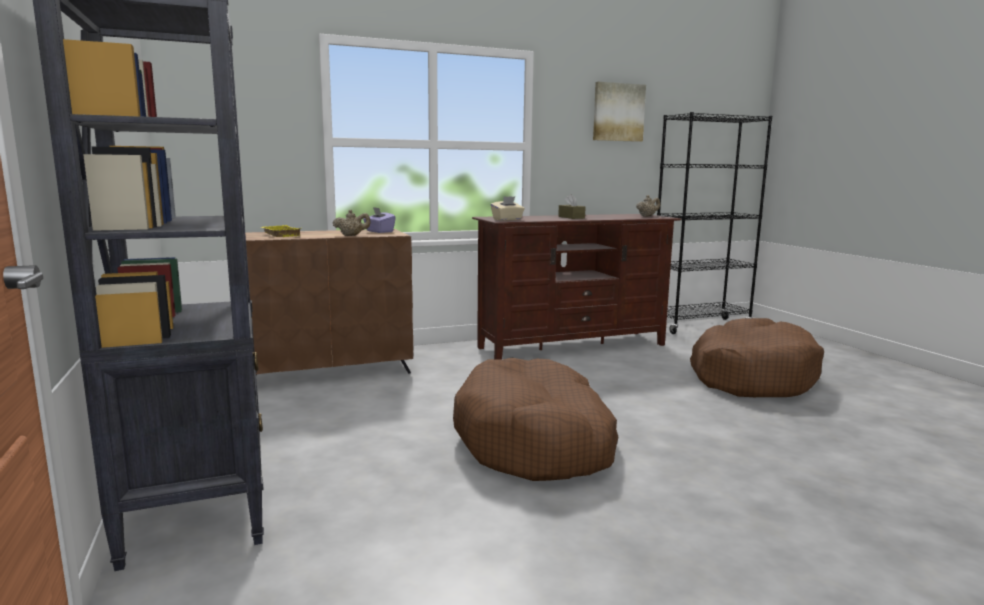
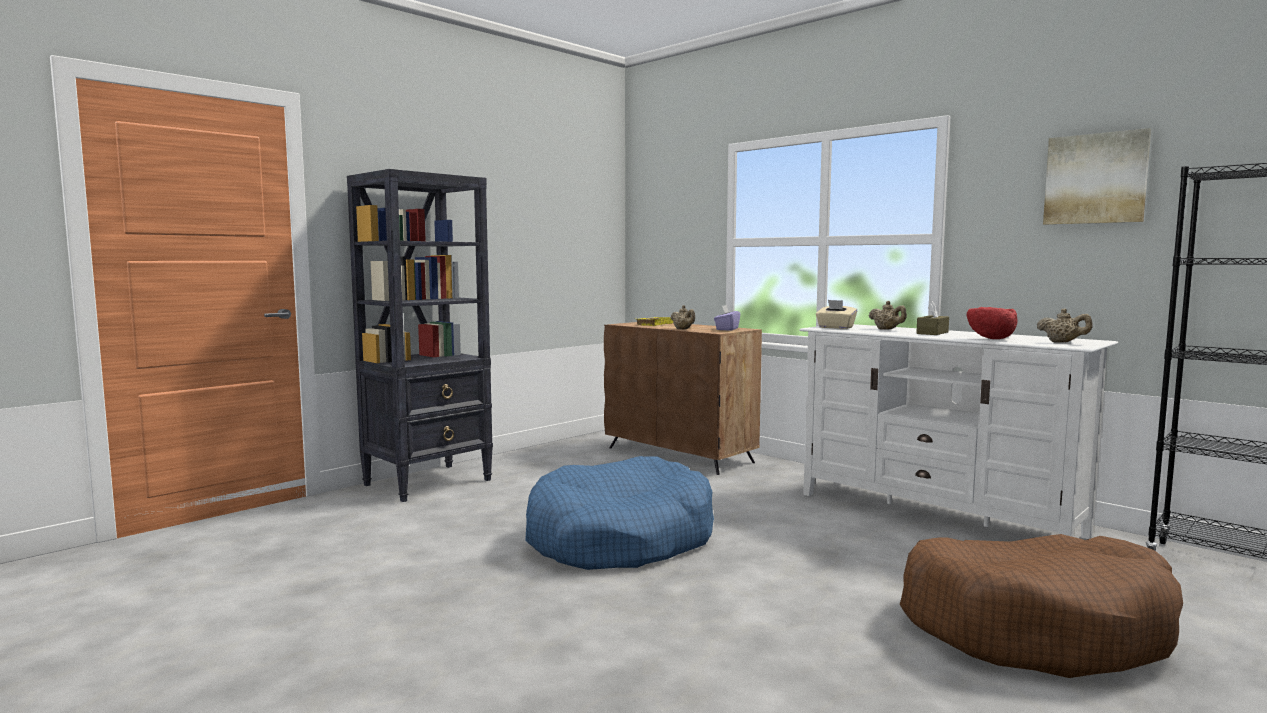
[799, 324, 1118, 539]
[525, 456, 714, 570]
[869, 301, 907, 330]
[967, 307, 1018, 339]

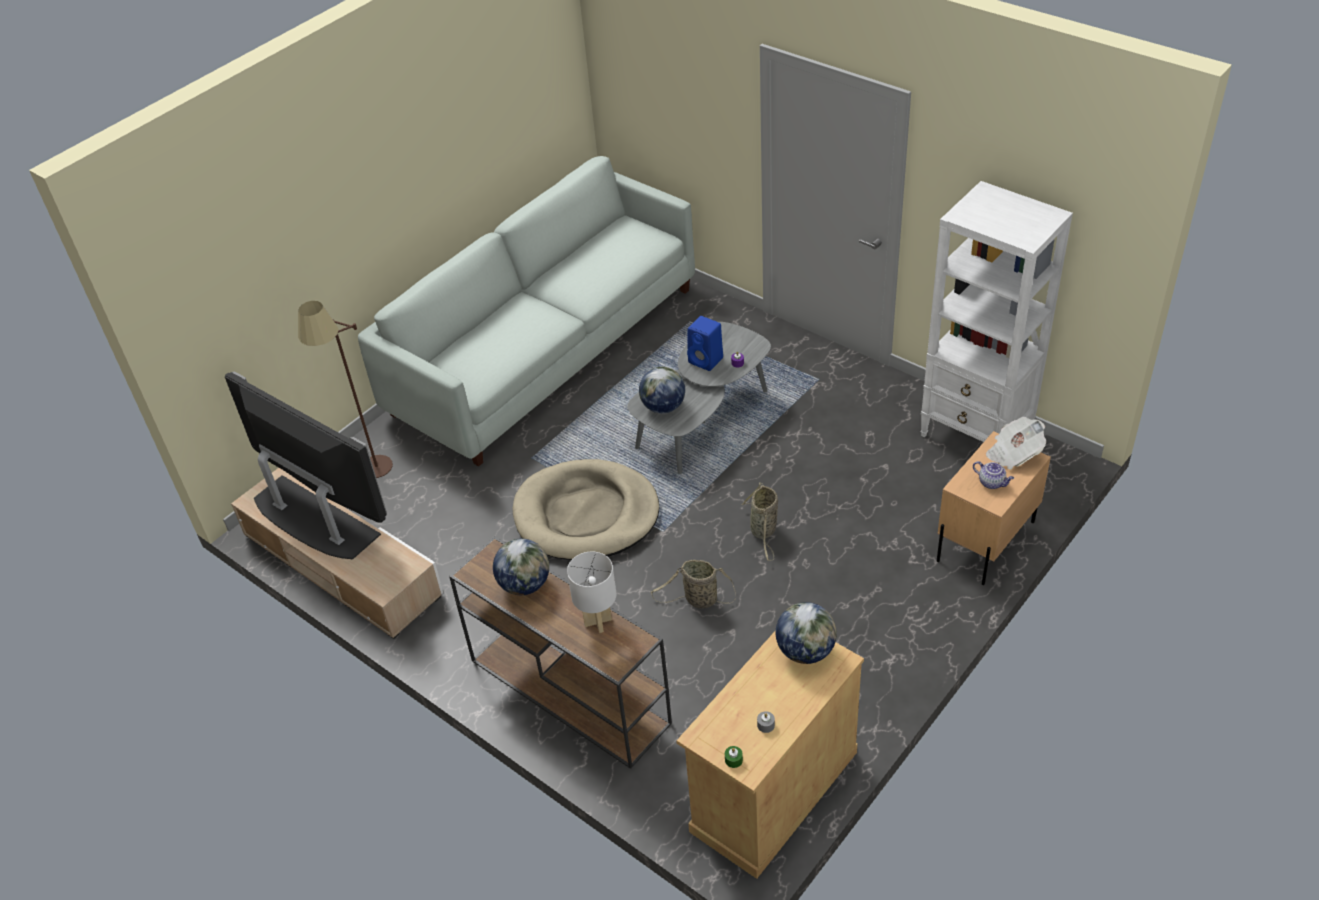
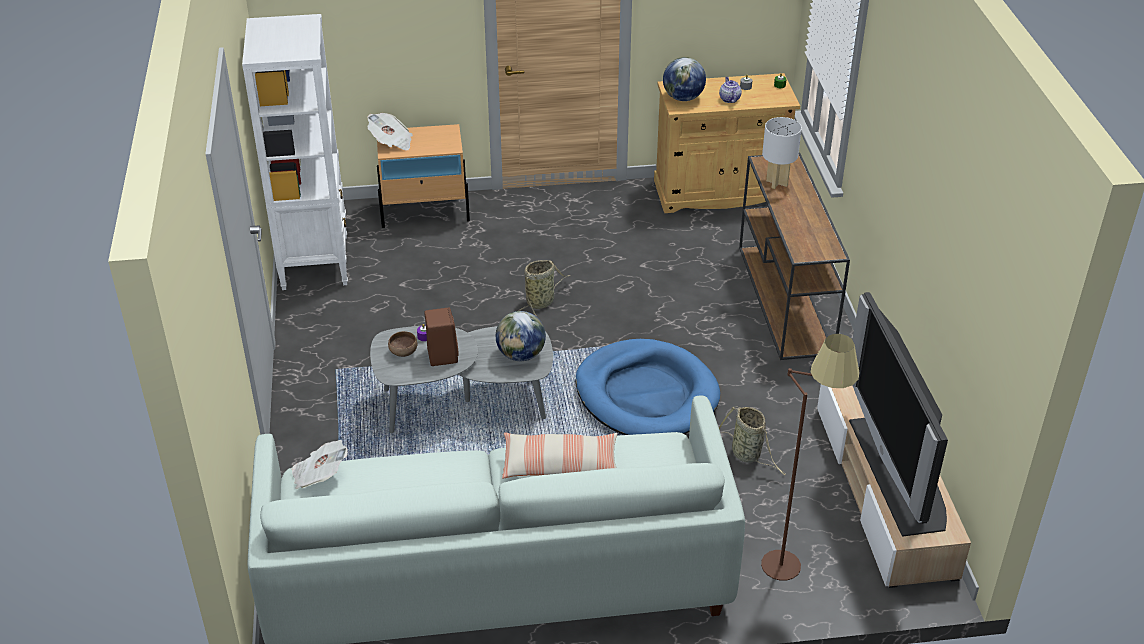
[424, 308, 459, 366]
[575, 339, 720, 435]
[719, 77, 742, 103]
[493, 539, 549, 595] (first image)
[719, 406, 786, 475]
[388, 331, 417, 357]
[502, 432, 618, 479]
[292, 440, 348, 489]

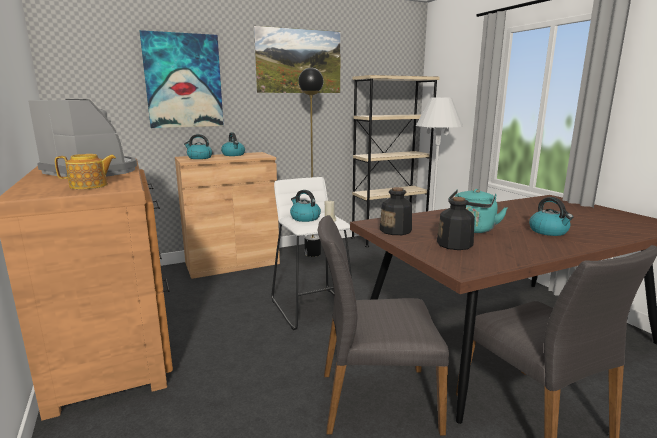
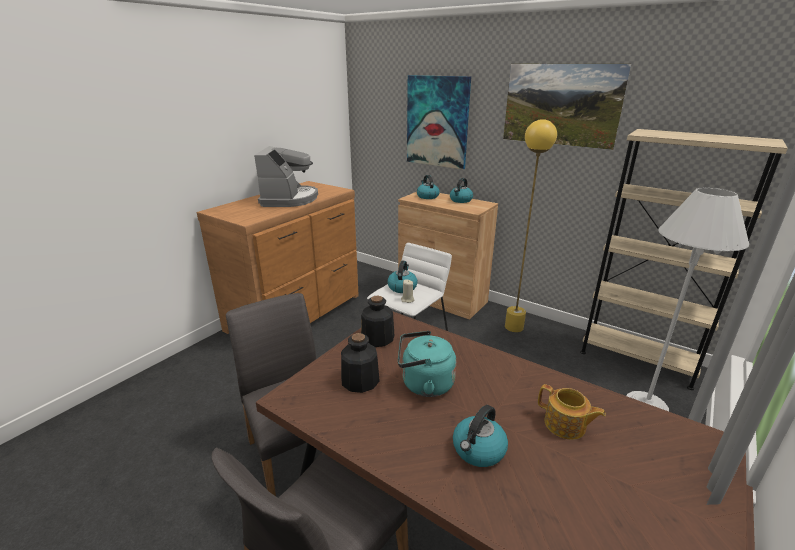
[505, 119, 557, 332]
[538, 384, 606, 440]

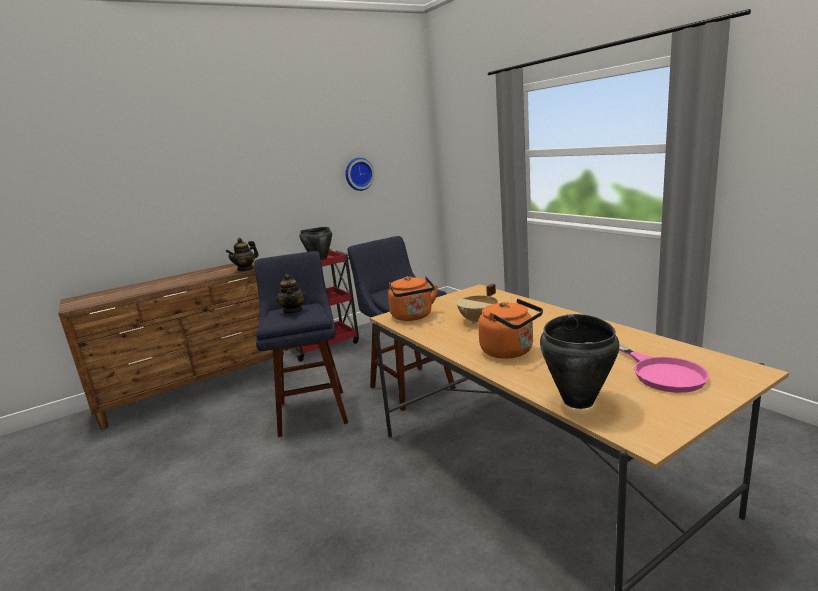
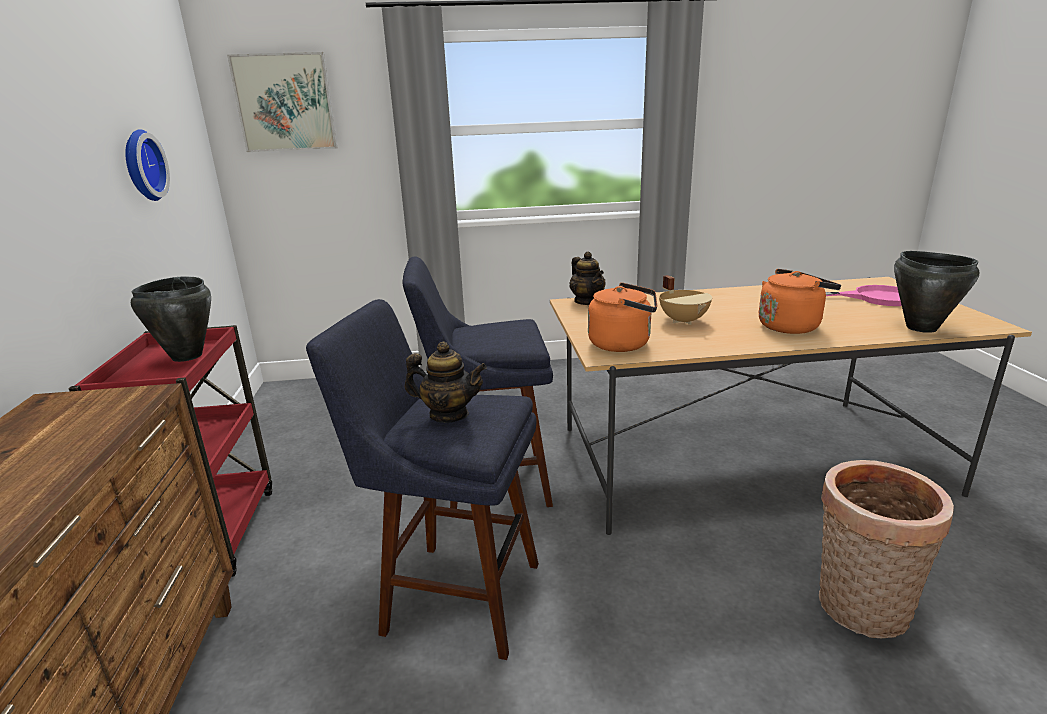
[570, 251, 605, 305]
[227, 52, 337, 152]
[819, 460, 954, 638]

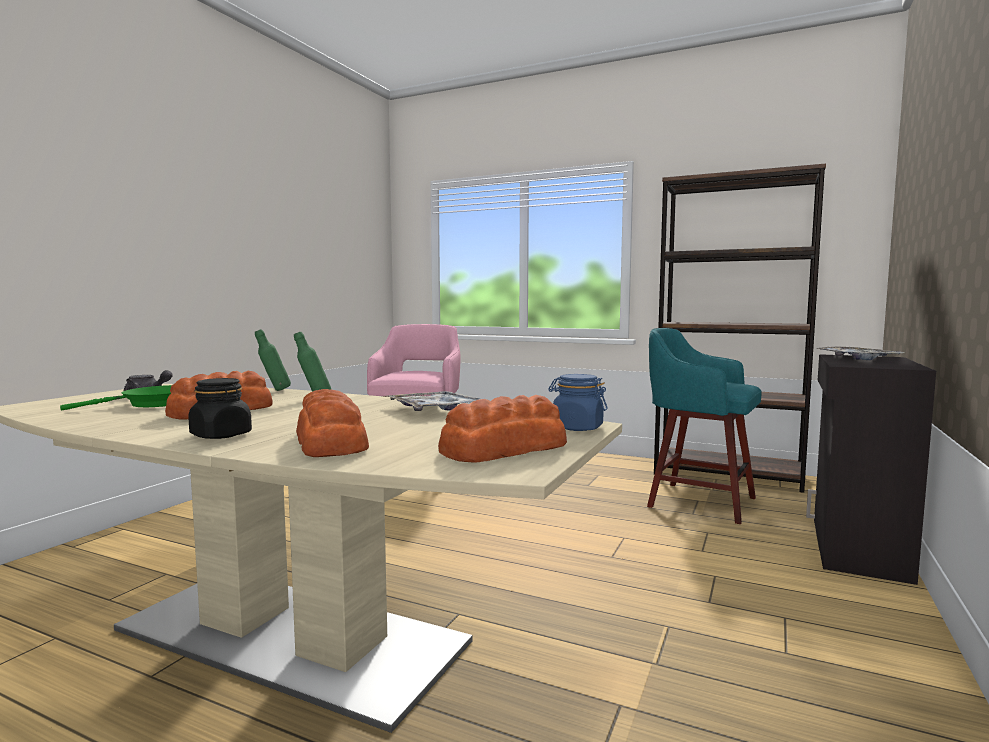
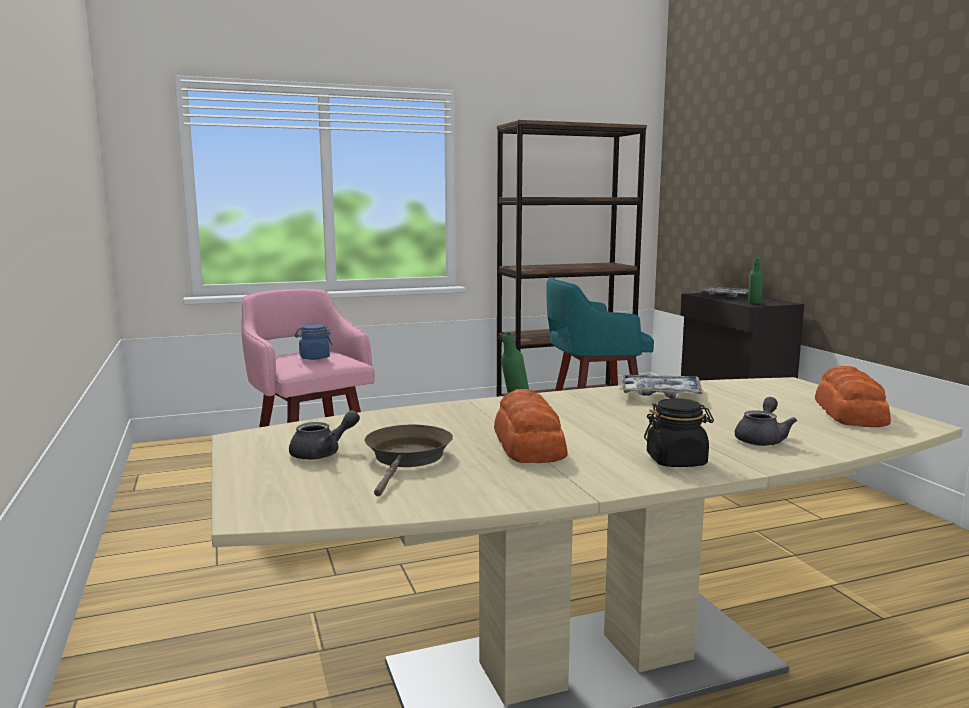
[748, 258, 763, 305]
[295, 324, 332, 360]
[365, 424, 453, 497]
[735, 397, 797, 446]

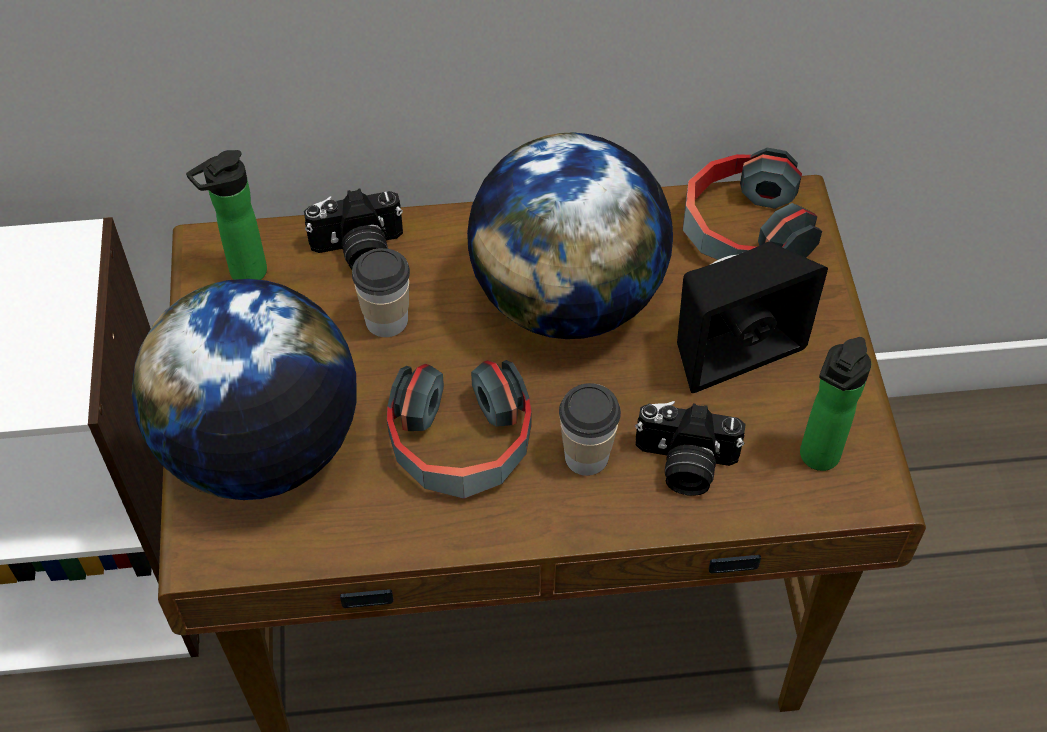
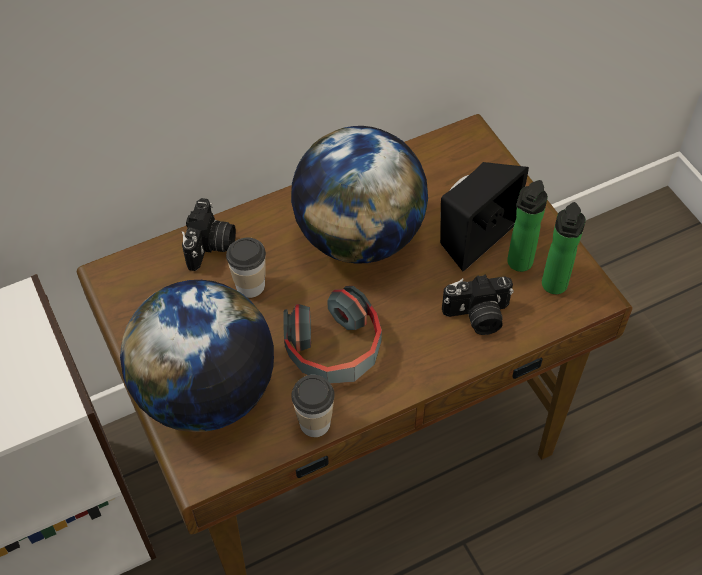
[683, 148, 822, 260] (first image)
[507, 180, 548, 272]
[182, 198, 236, 271]
[291, 375, 335, 437]

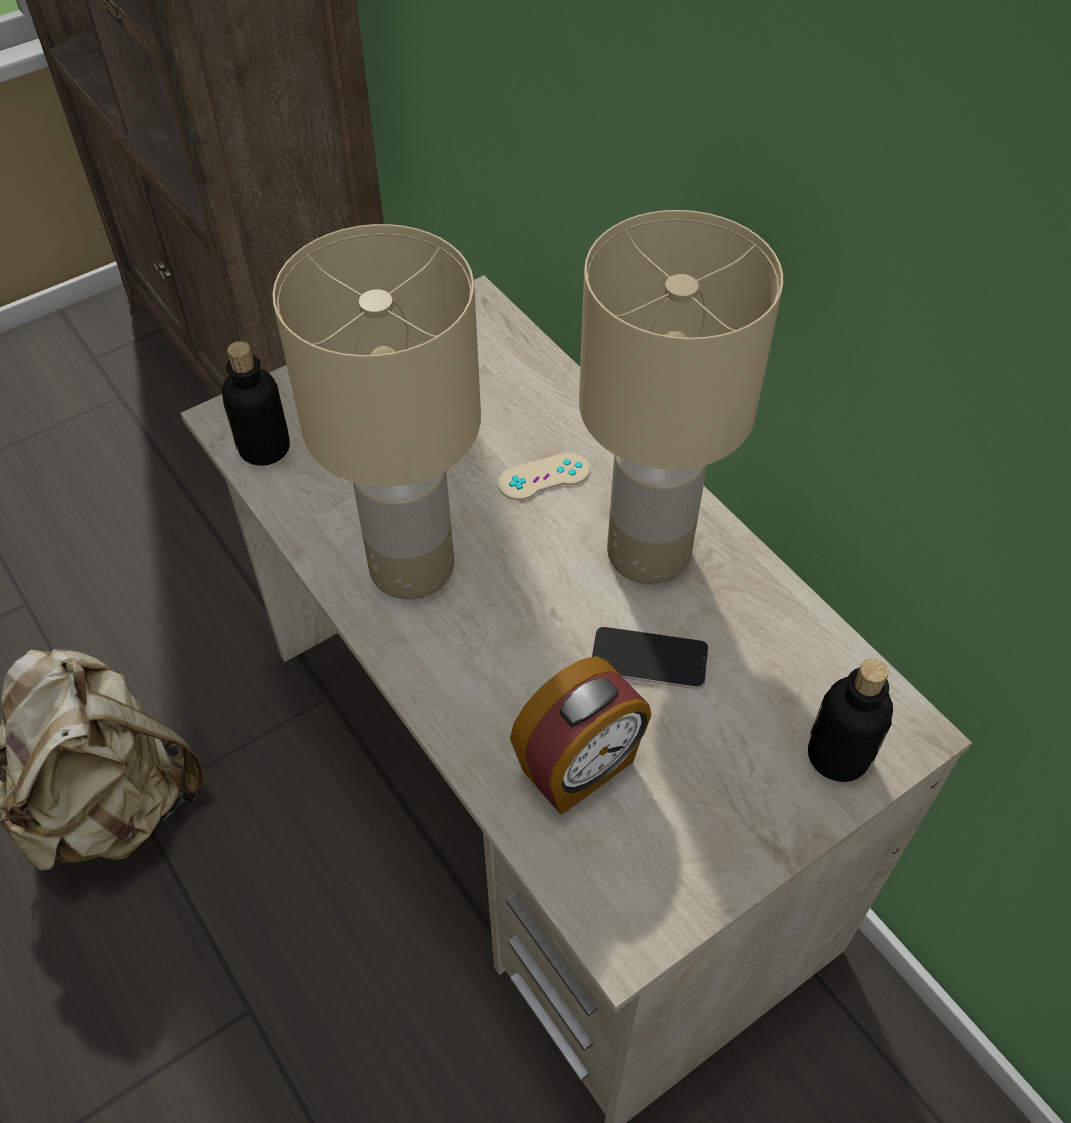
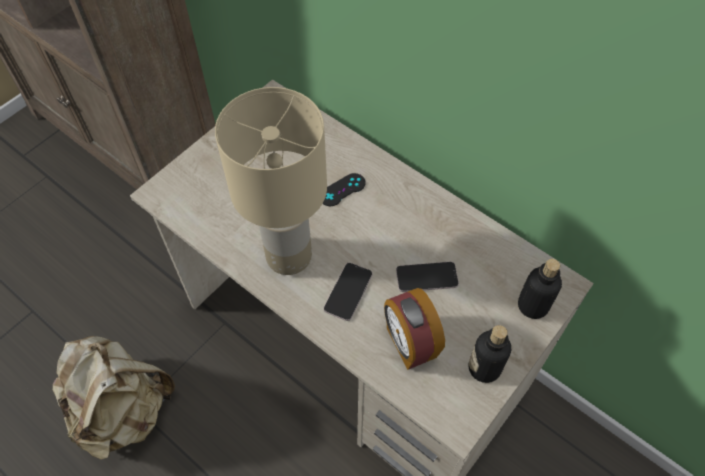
[579, 210, 783, 584] (first image)
[469, 325, 511, 383]
[323, 173, 366, 206]
[384, 288, 445, 370]
[324, 262, 373, 321]

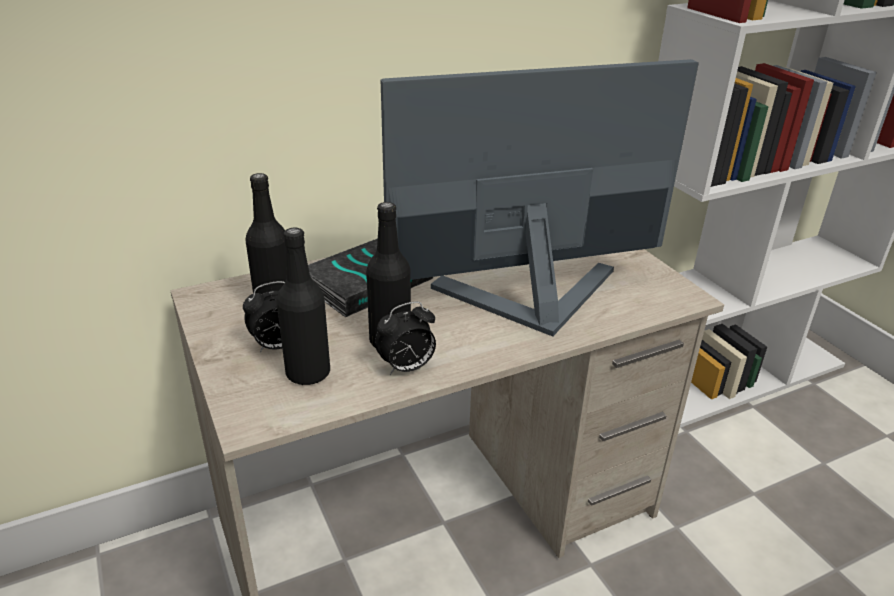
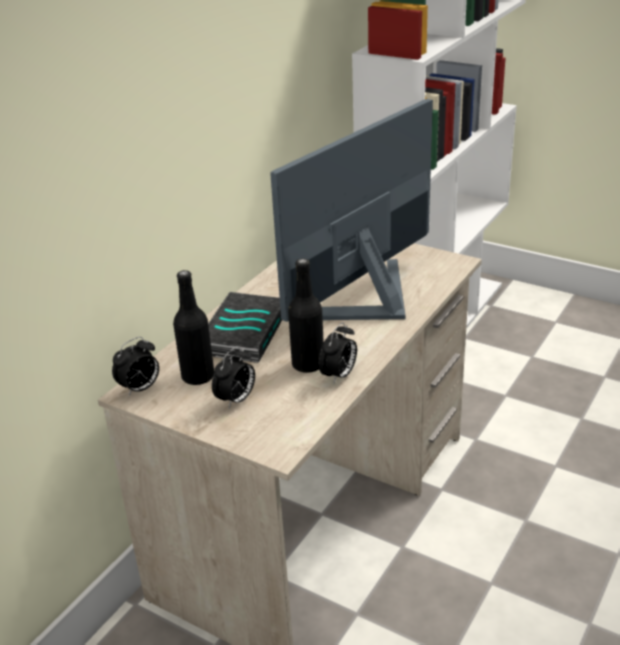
[277, 227, 330, 385] (first image)
[112, 337, 159, 396]

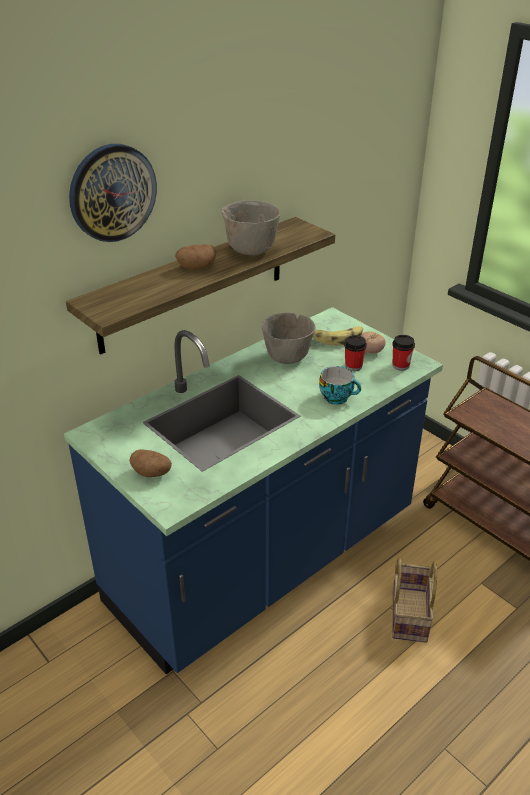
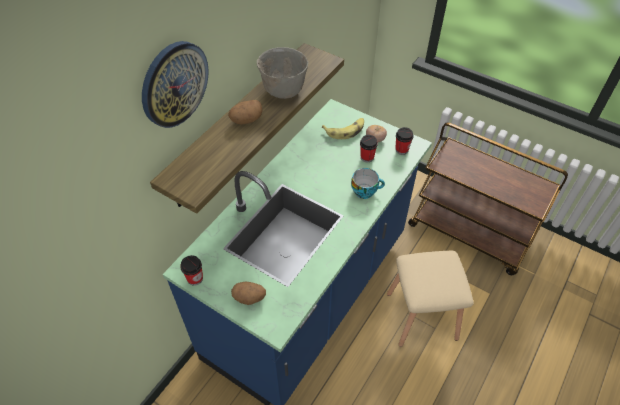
[262, 312, 316, 364] (first image)
[387, 251, 474, 347]
[180, 255, 203, 286]

